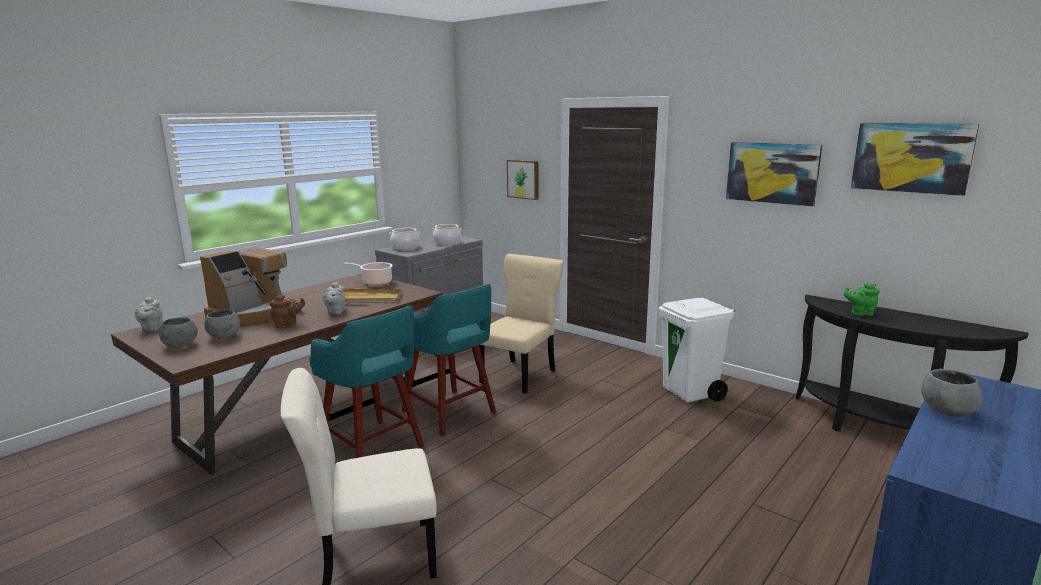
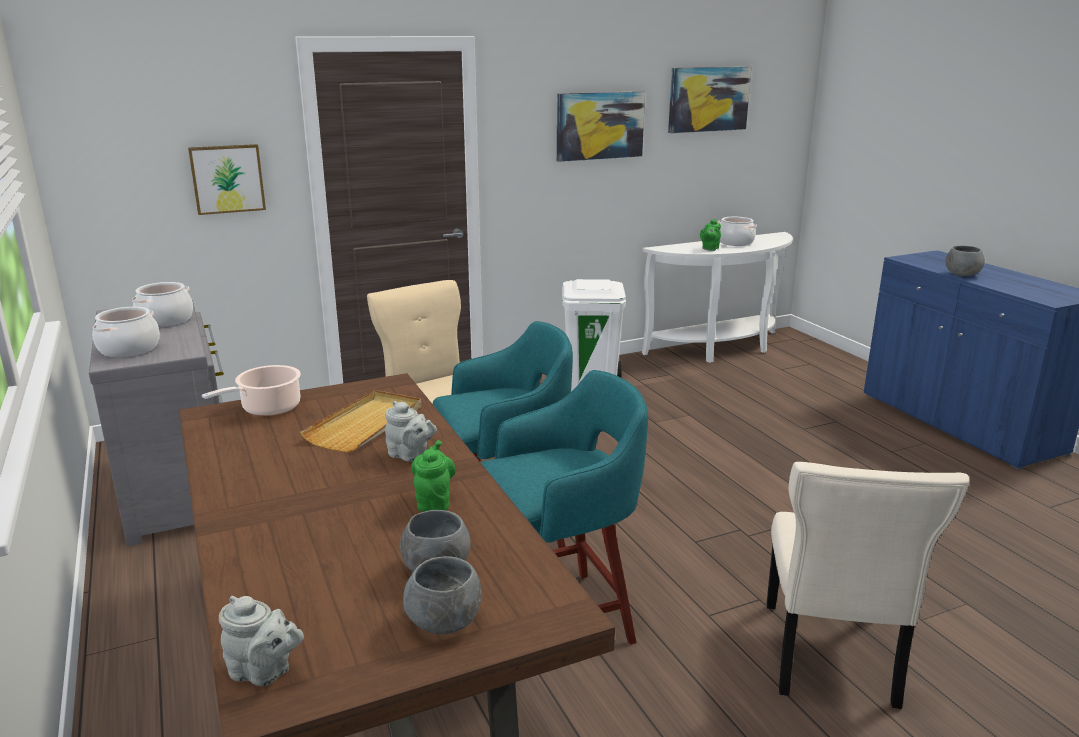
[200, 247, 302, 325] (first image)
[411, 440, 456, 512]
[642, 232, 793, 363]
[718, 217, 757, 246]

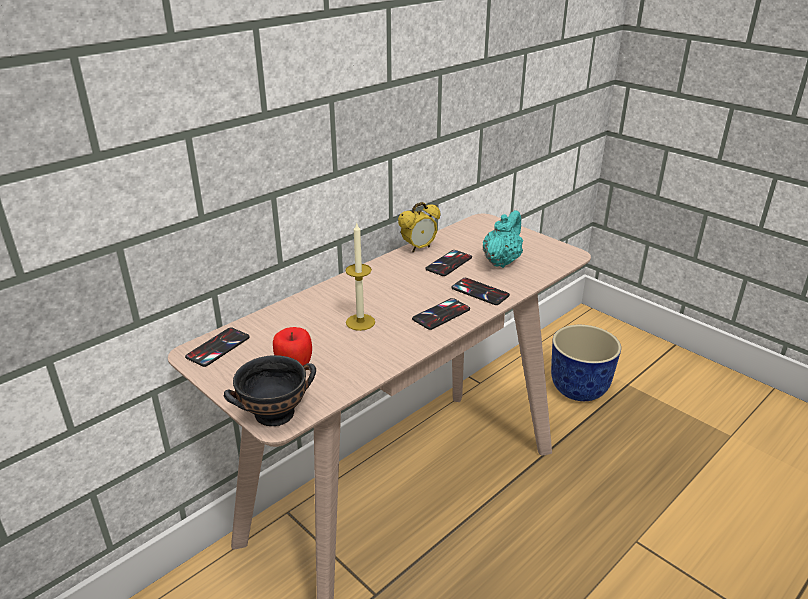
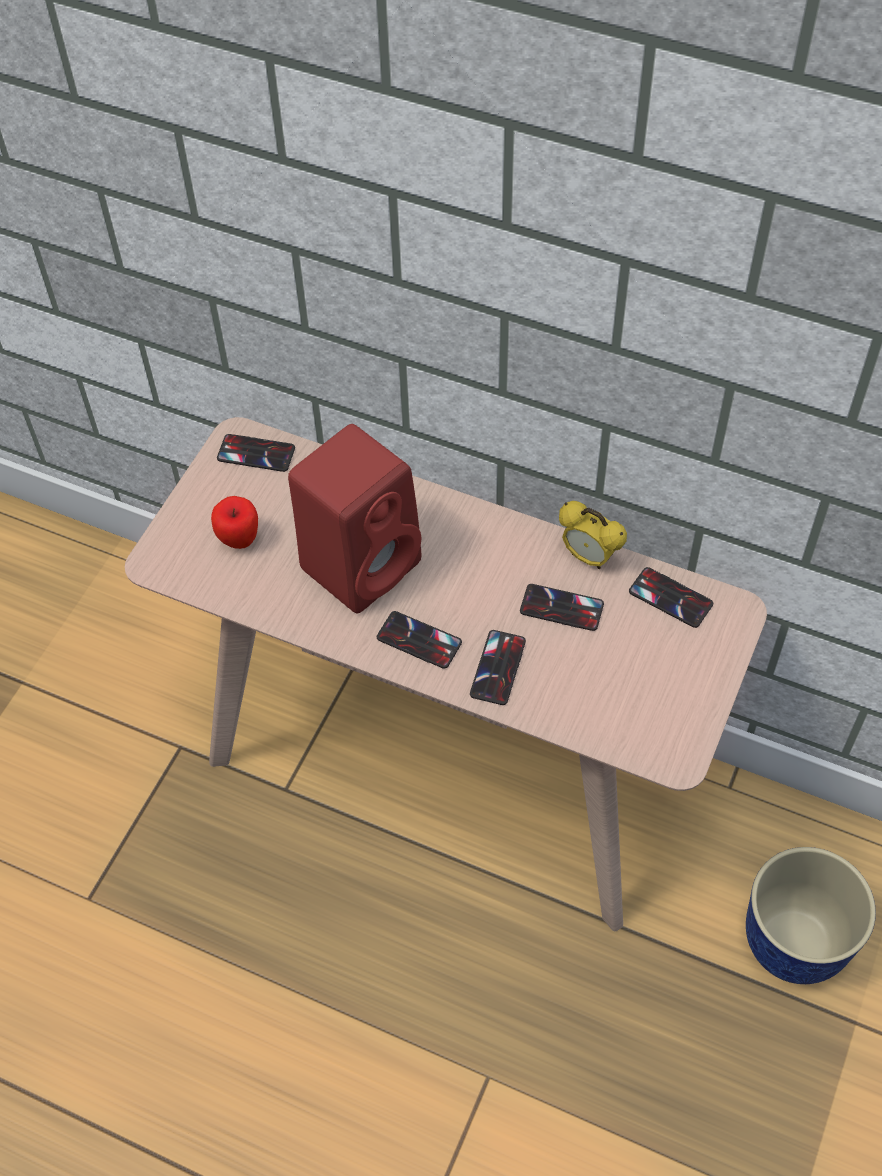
[483, 210, 523, 268] (first image)
[288, 424, 421, 614]
[224, 355, 316, 426] (first image)
[629, 567, 713, 628]

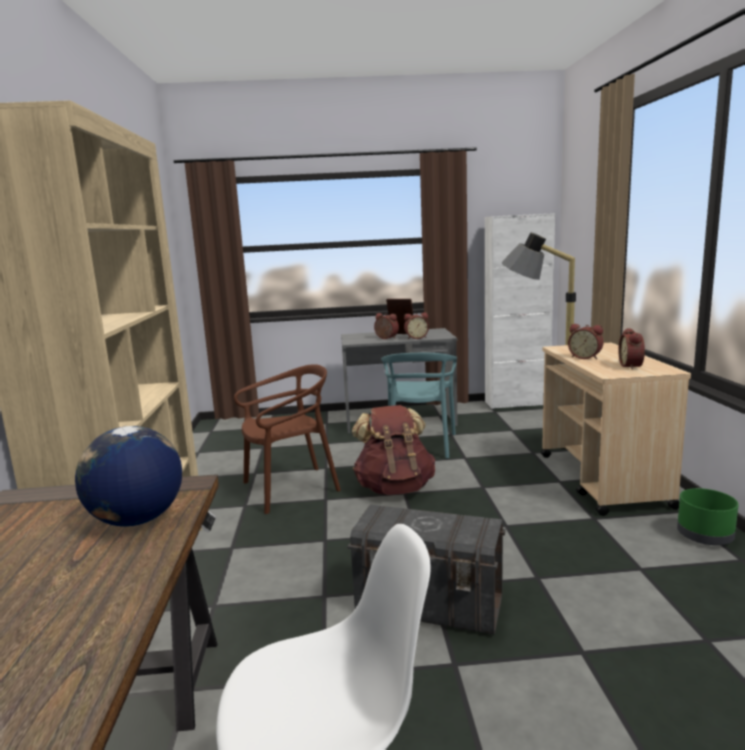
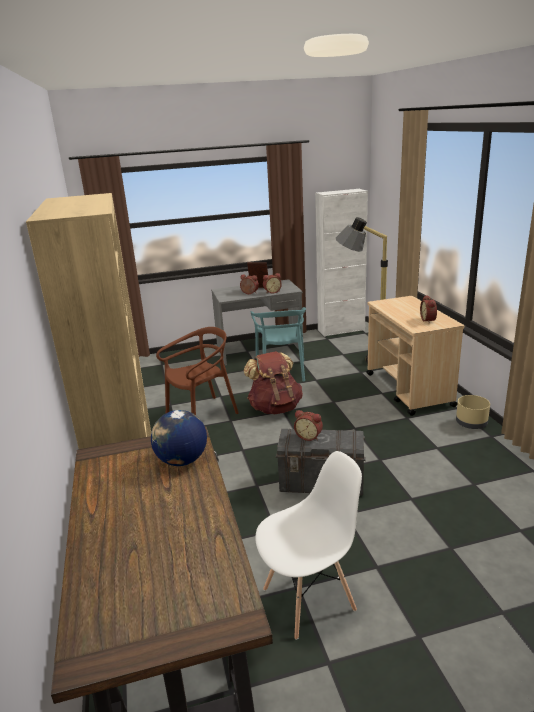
[294, 410, 323, 441]
[456, 395, 490, 429]

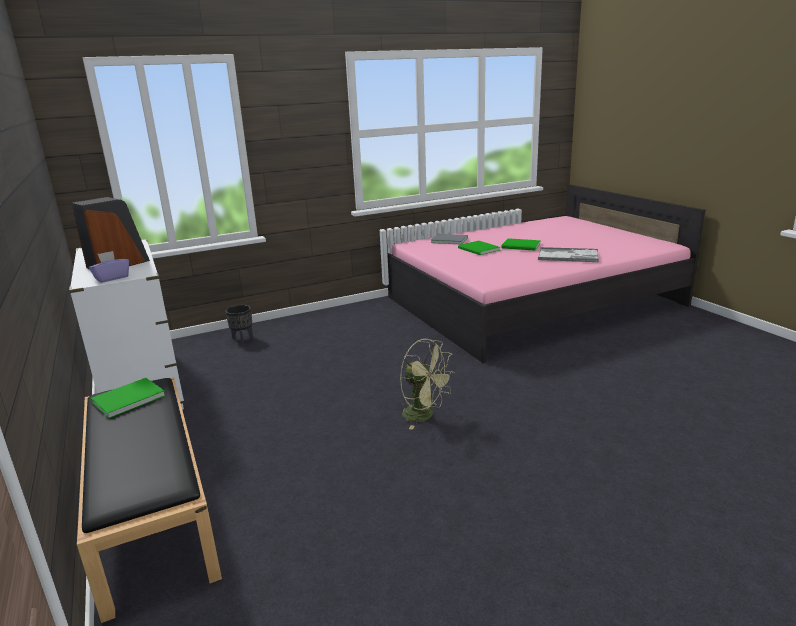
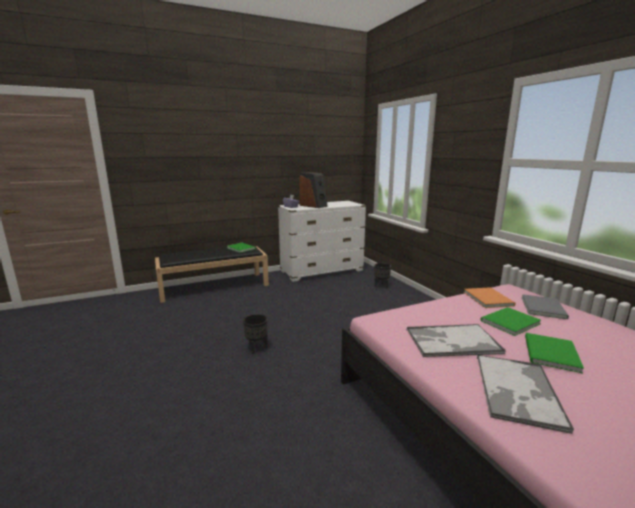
[243, 314, 268, 354]
[464, 287, 516, 308]
[406, 324, 506, 357]

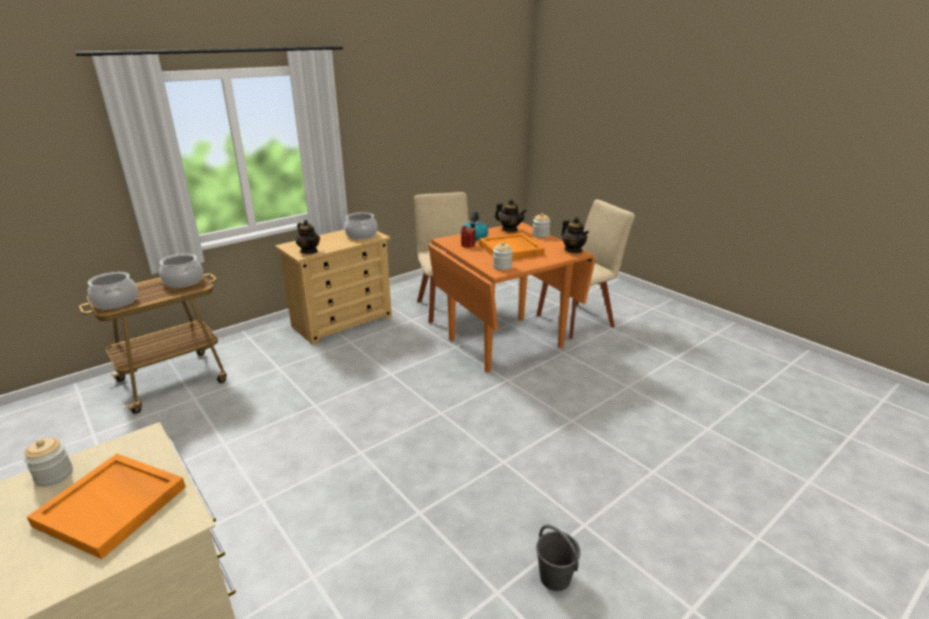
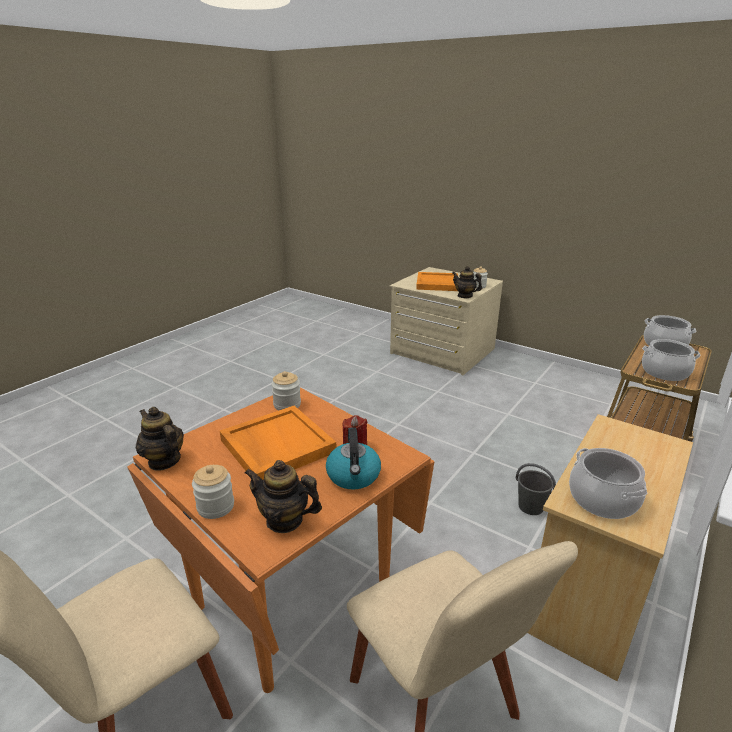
[452, 266, 482, 298]
[516, 463, 556, 515]

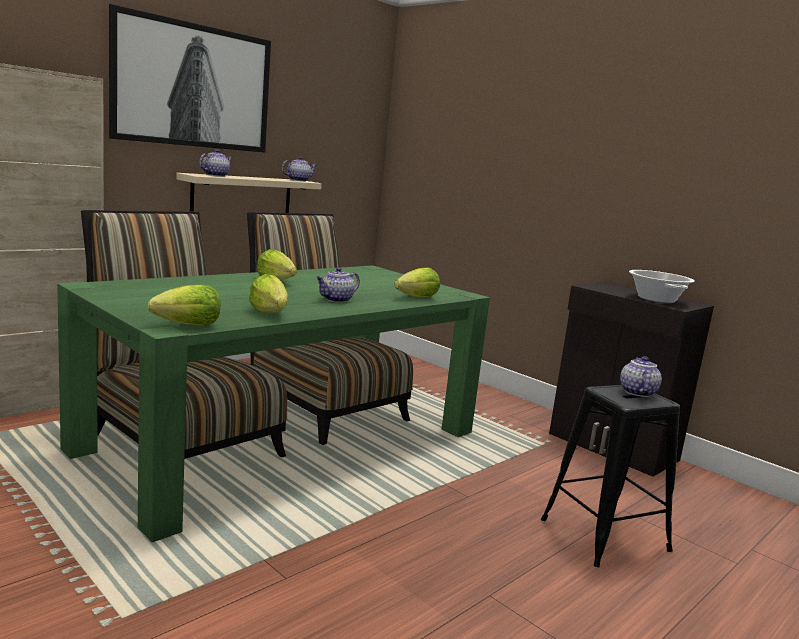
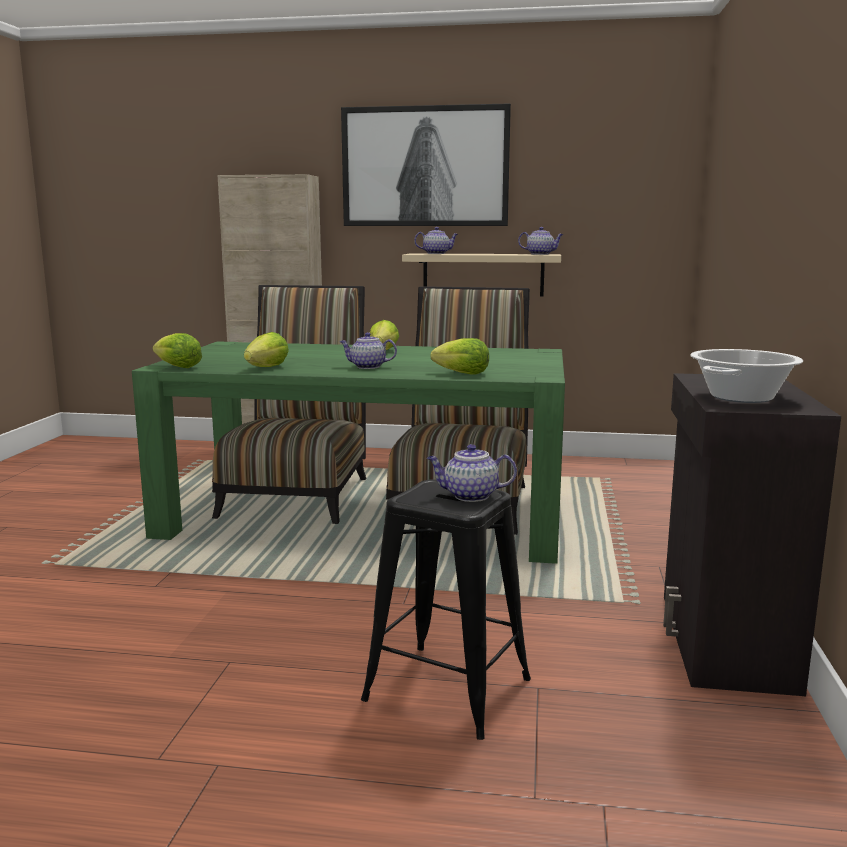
[427, 444, 517, 502]

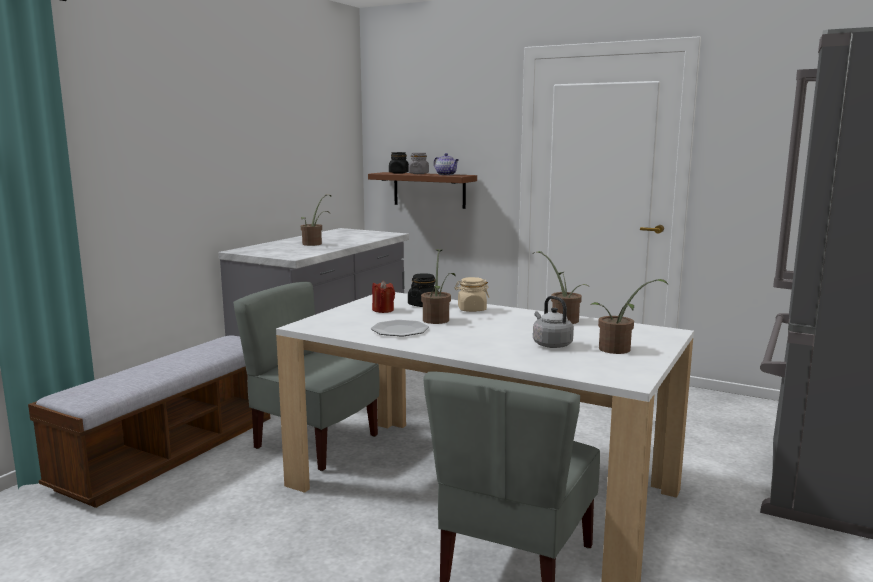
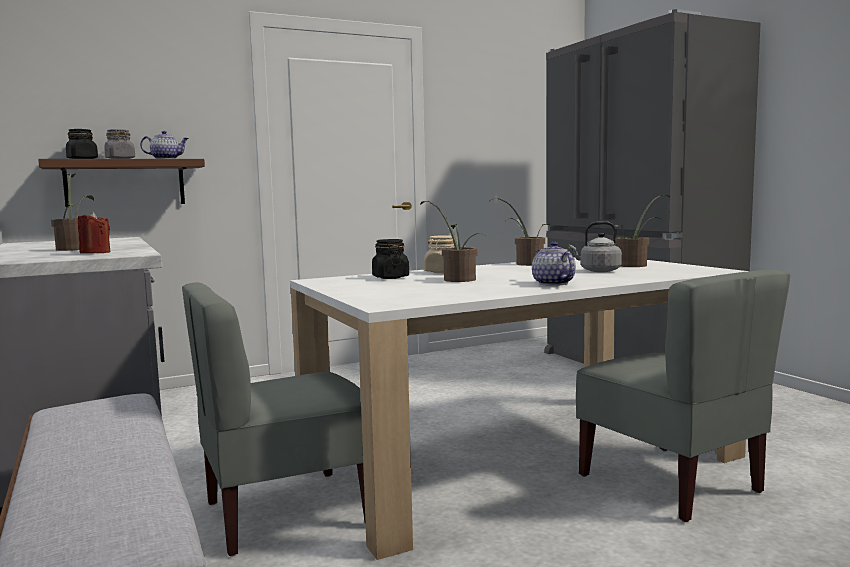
[78, 211, 110, 254]
[371, 320, 429, 336] (first image)
[532, 242, 576, 286]

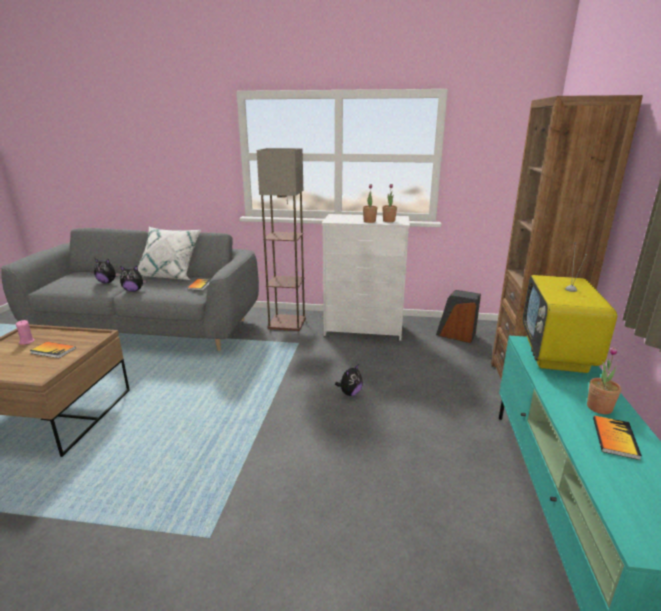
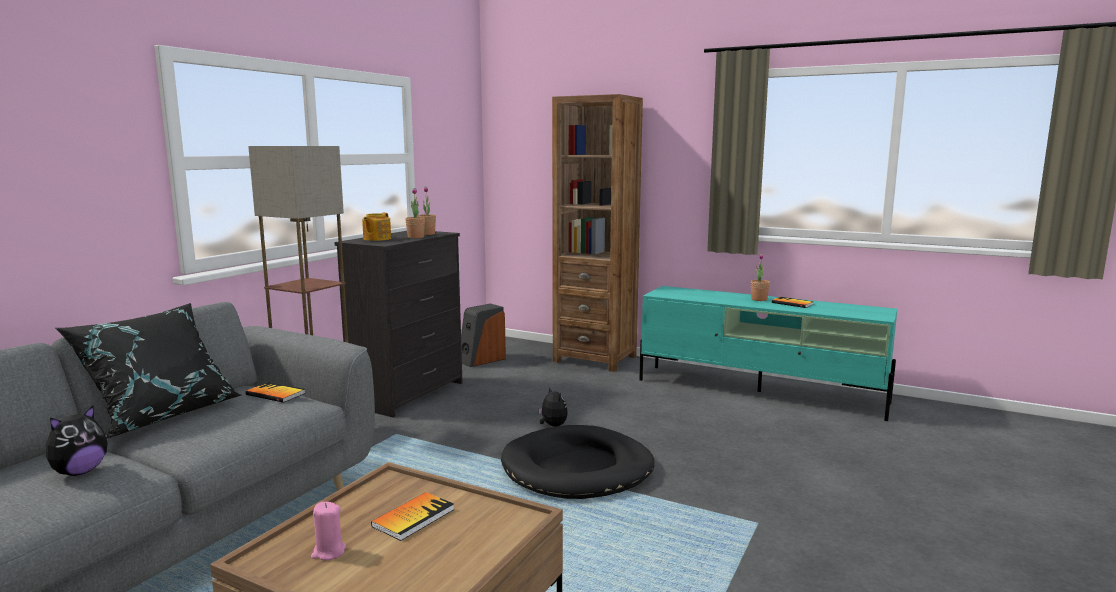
[335, 231, 463, 418]
[55, 303, 241, 439]
[522, 243, 617, 373] (first image)
[120, 266, 146, 292] (first image)
[362, 213, 391, 241]
[501, 425, 655, 499]

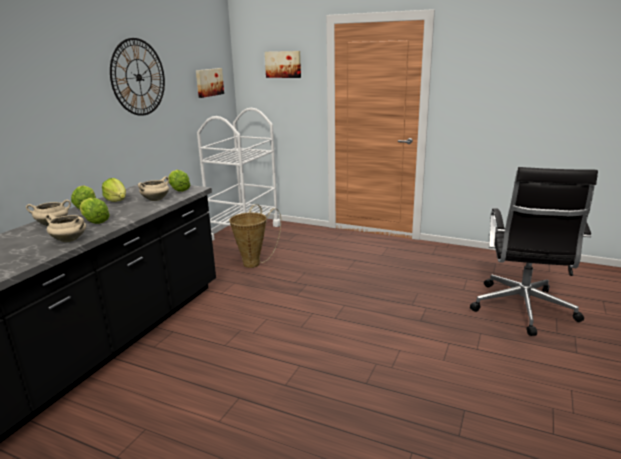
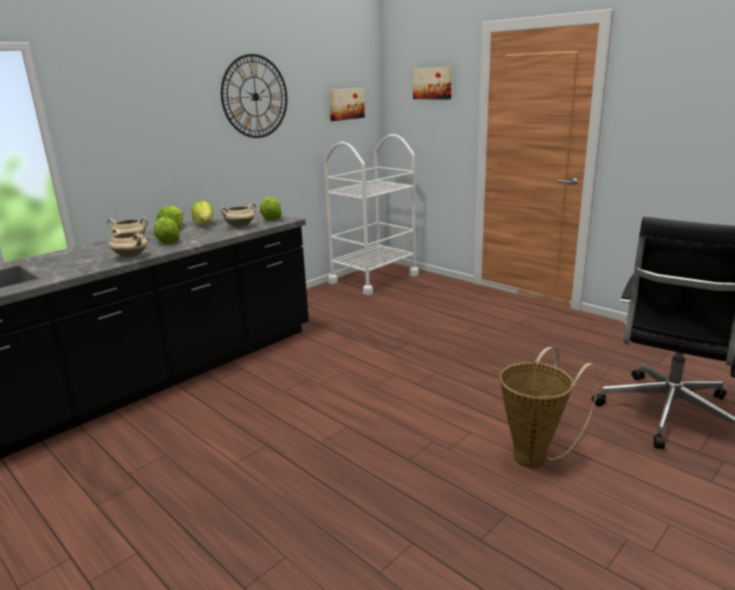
[500, 347, 599, 468]

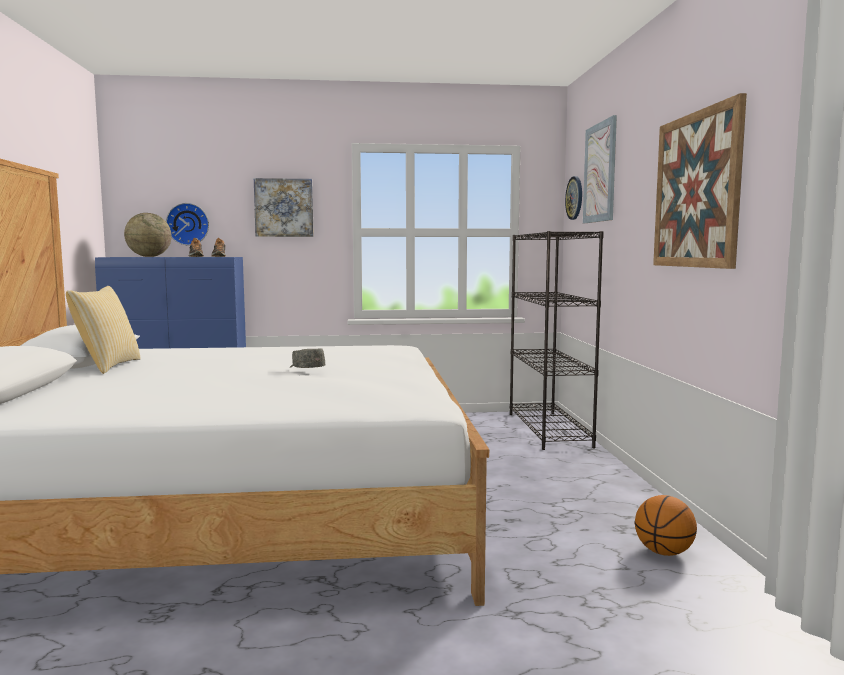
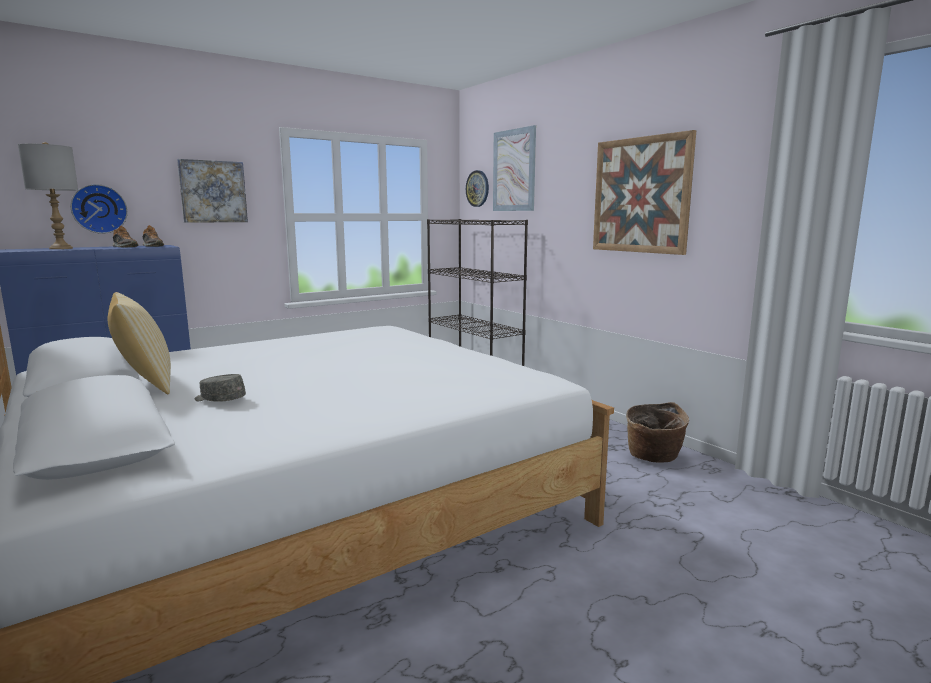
[18, 142, 78, 249]
[195, 374, 246, 402]
[626, 402, 689, 463]

